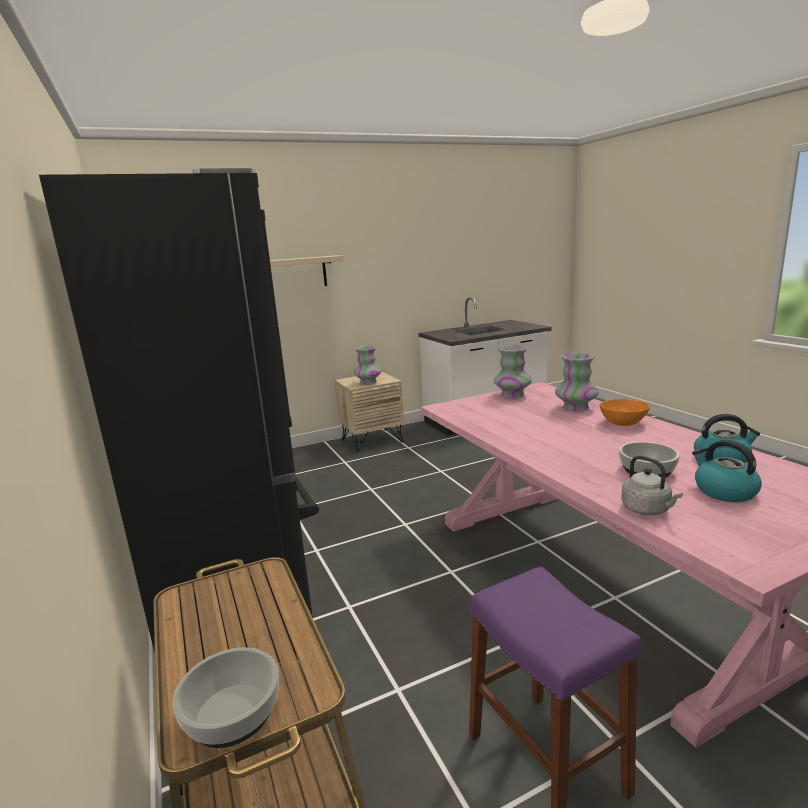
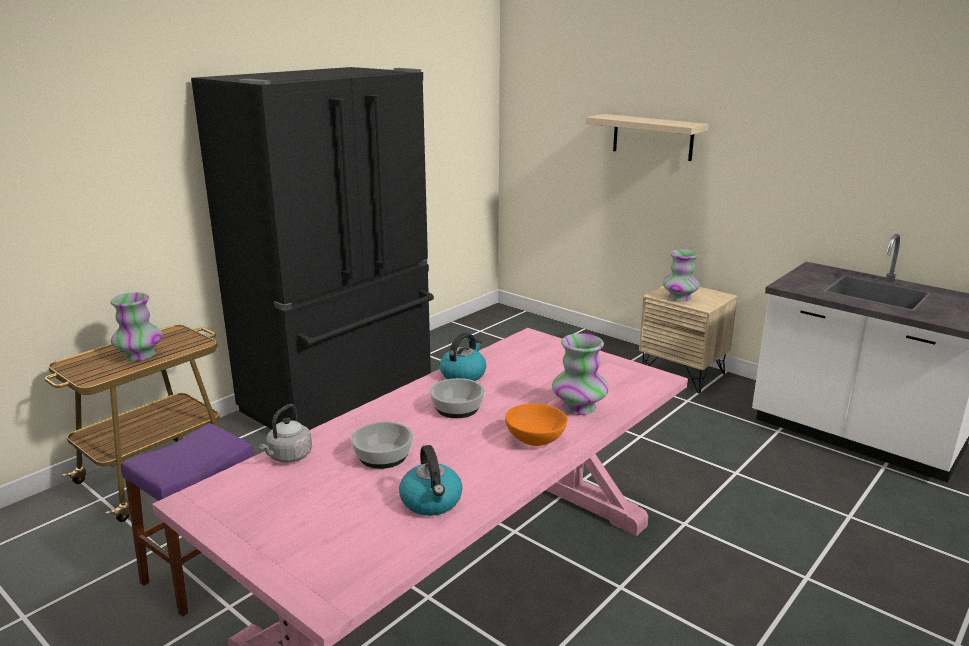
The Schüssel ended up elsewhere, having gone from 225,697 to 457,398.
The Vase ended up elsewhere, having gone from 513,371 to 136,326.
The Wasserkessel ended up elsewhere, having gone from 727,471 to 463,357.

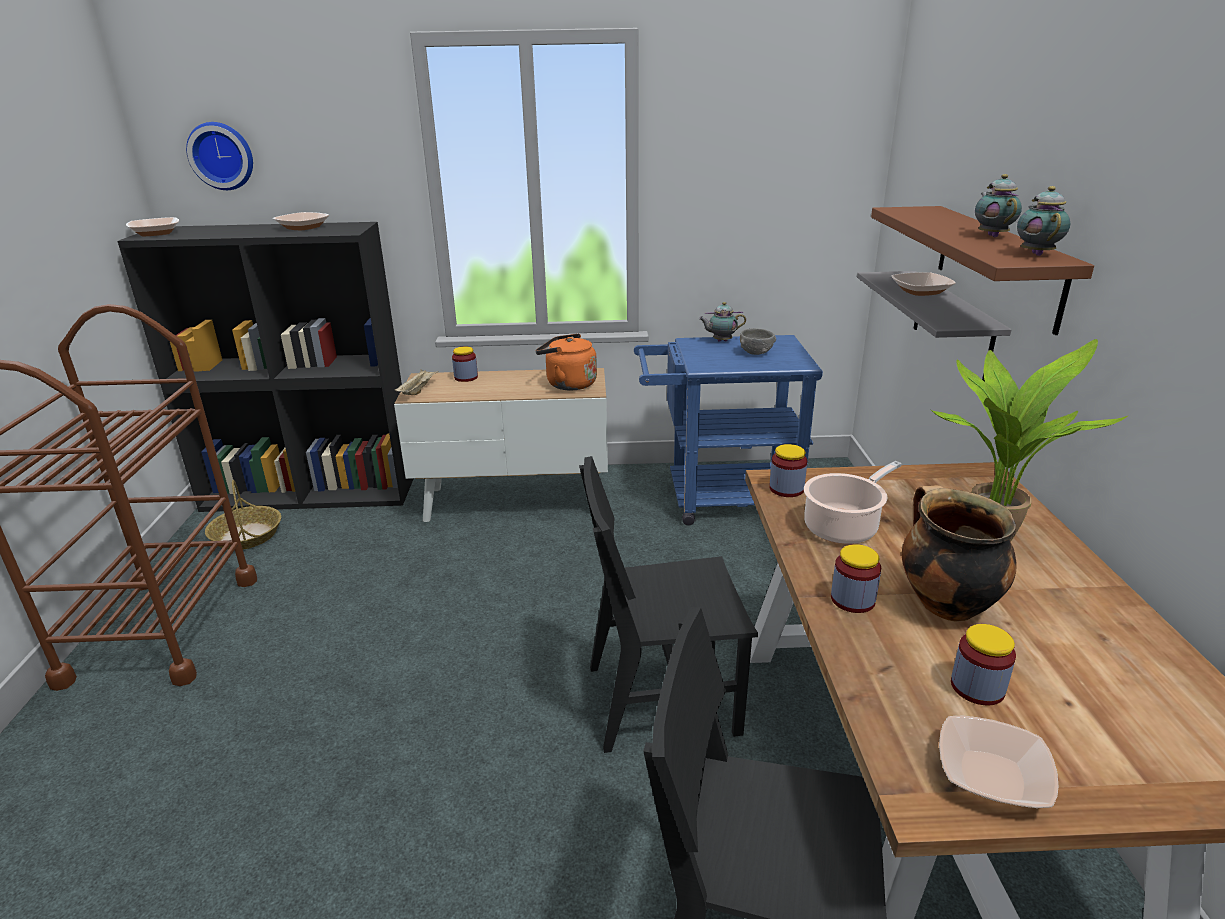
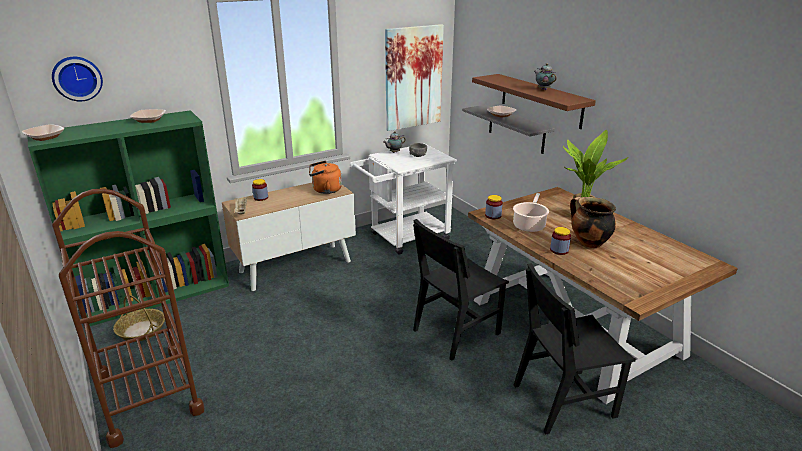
What was the Bücherregal [schwarz] at 265,367 turned into the Bücherregal [grün] at 128,218.
What was the Rollwagen [blau] at 728,430 turned into the Rollwagen [weiß] at 403,199.
The second view lost the Schüssel at 998,761.
The second view lost the Vorratsglas at 983,665.
The second view lost the Teekanne at 1043,221.
The second view gained the Bild at 414,77.

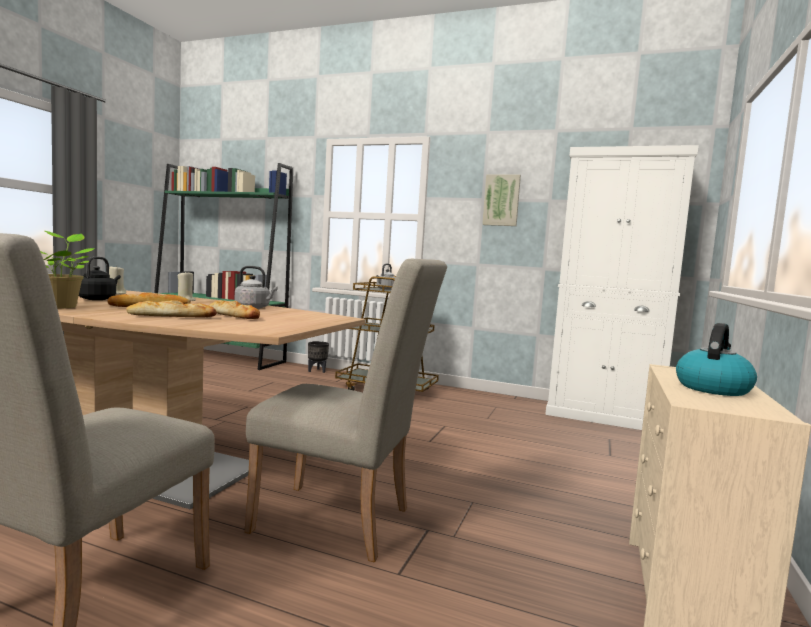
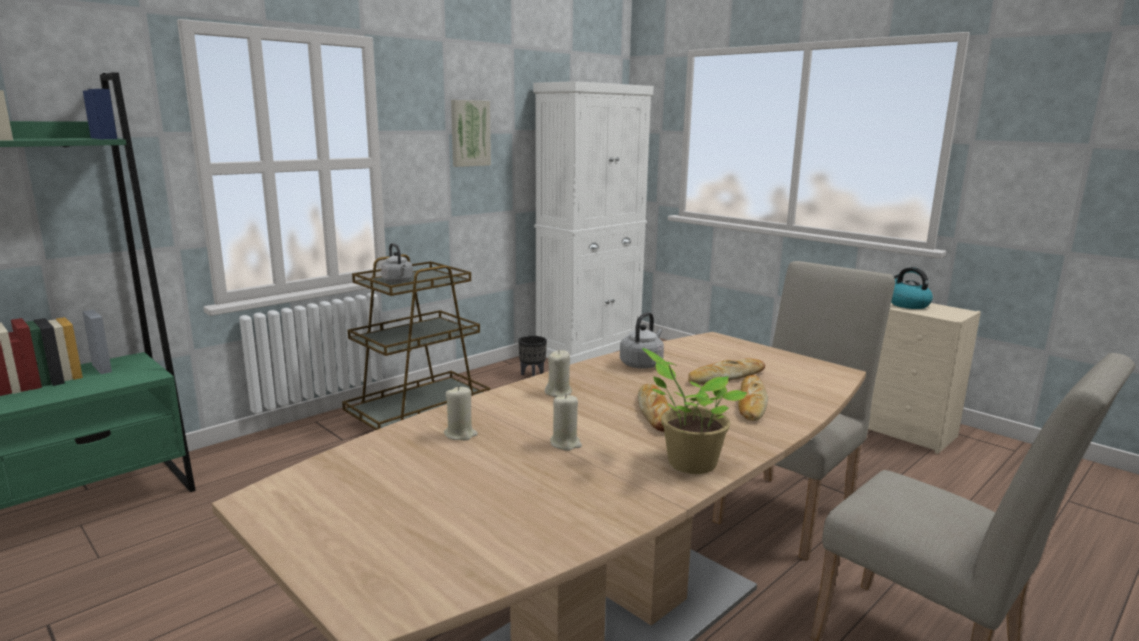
Where the Wasserkessel [schwarz] stood at 100,278, the Kerze [beige] came to stand at 566,422.
The Pflanzkübel [schwarz] ended up elsewhere, having gone from 318,357 to 532,356.

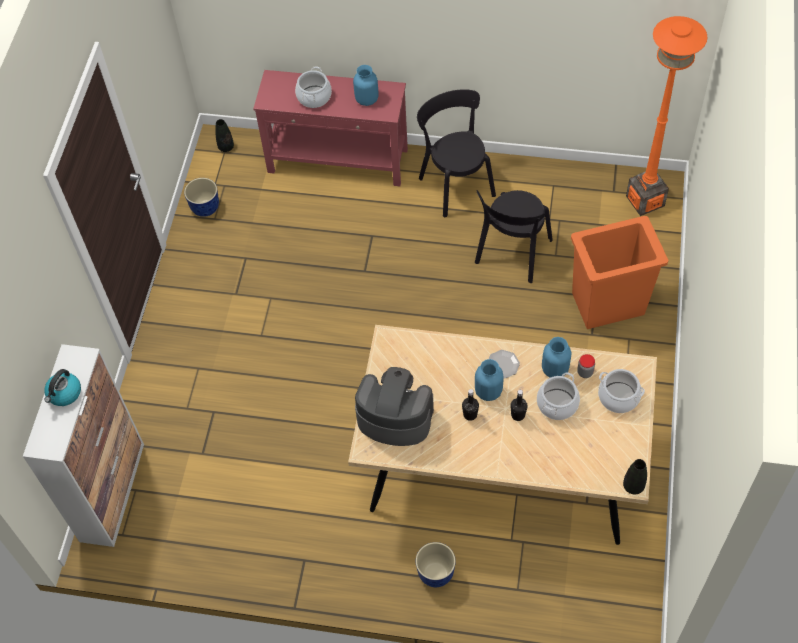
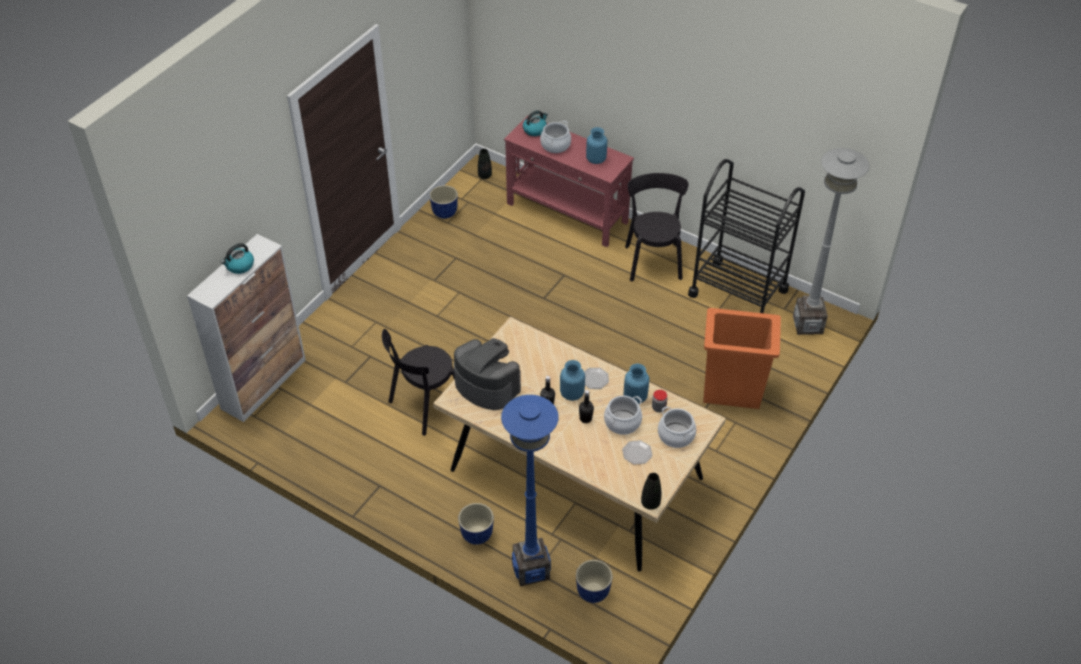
The Stuhl [schwarz] ended up elsewhere, having gone from 514,236 to 418,382.
What was the Stehlampe [orange] at 666,116 turned into the Stehlampe [grau] at 831,241.
The second view gained the Stehlampe [blau] at 530,490.
The second view gained the Wasserkessel at 535,123.
The second view gained the Pflanzkübel at 594,581.
The second view gained the Teller at 637,452.
The second view gained the Rollwagen [schwarz] at 746,236.

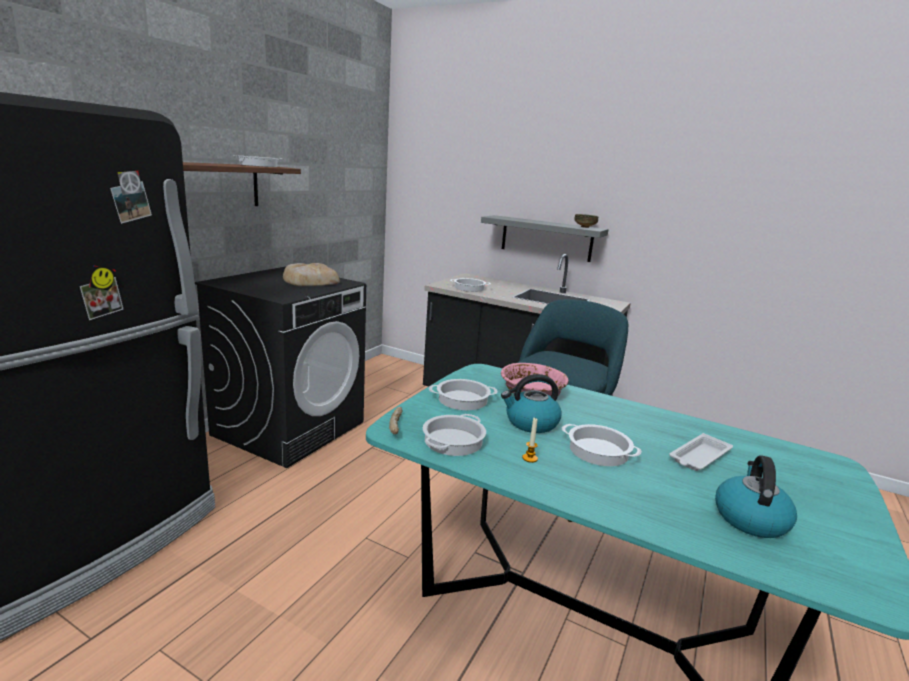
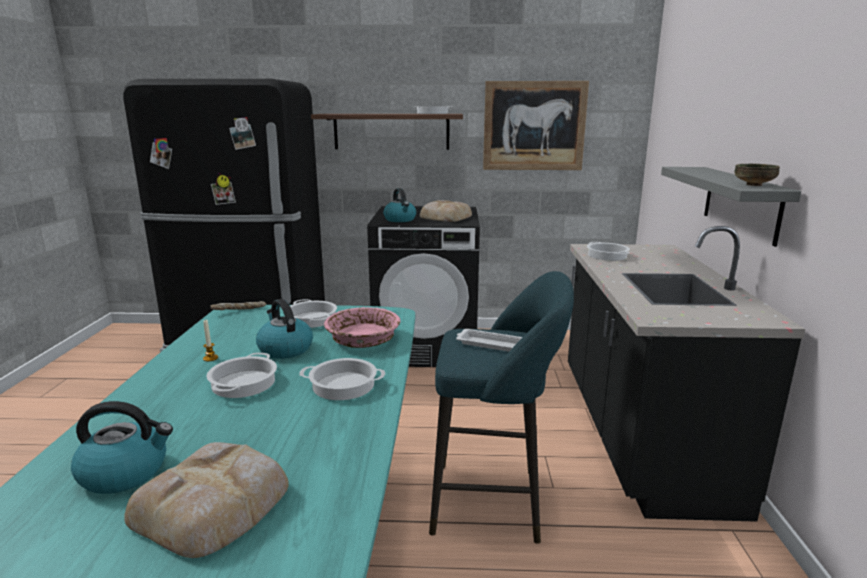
The Kochtopf ended up elsewhere, having gone from 454,435 to 342,379.
The Tablett [weiß] ended up elsewhere, having gone from 701,452 to 489,340.
The second view gained the Brot at 206,500.
The second view gained the Wasserkessel at 399,205.
The second view gained the Bild at 536,125.

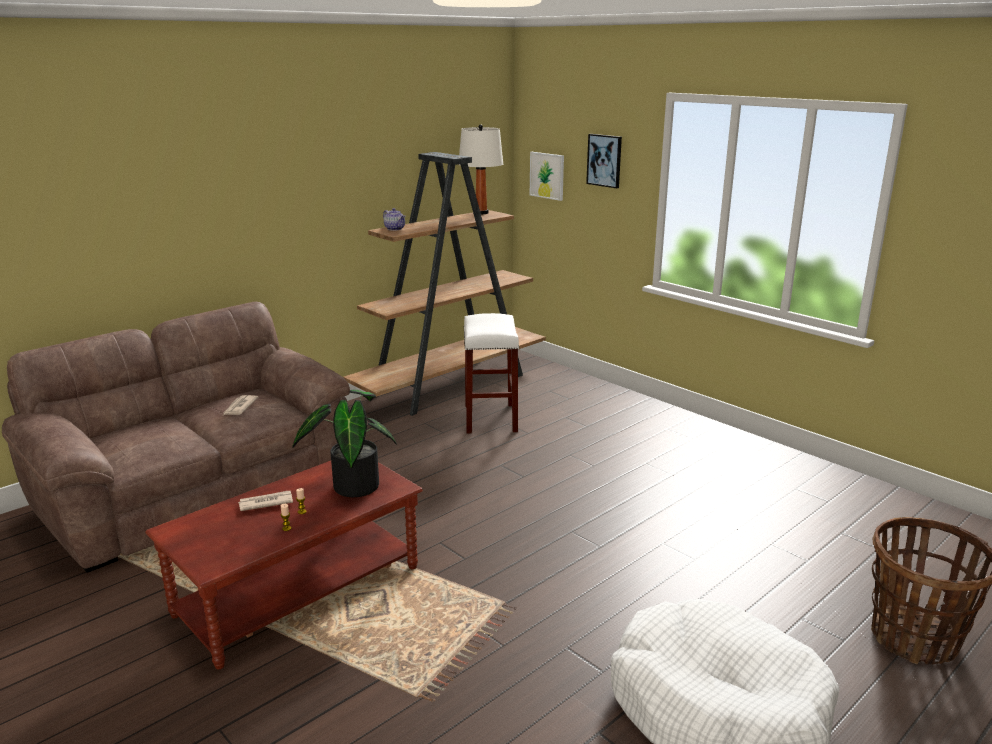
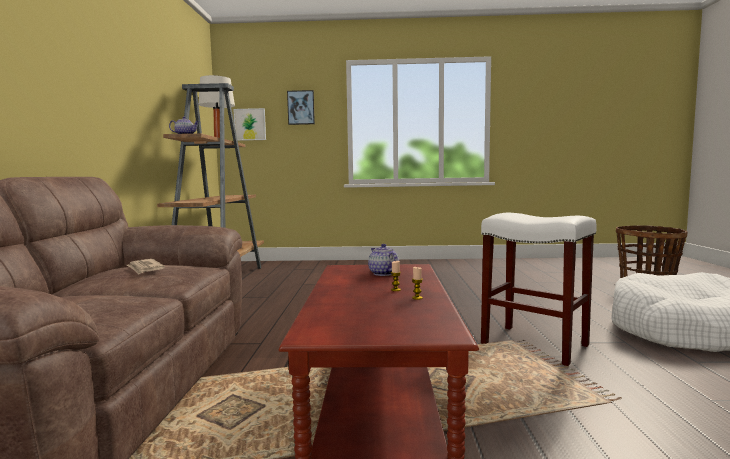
The second view lost the Zeitung at 265,501.
Where the Topfpflanze stood at 344,443, the Teekanne came to stand at 383,260.
The Hocker [weiß] ended up elsewhere, having gone from 492,373 to 539,289.

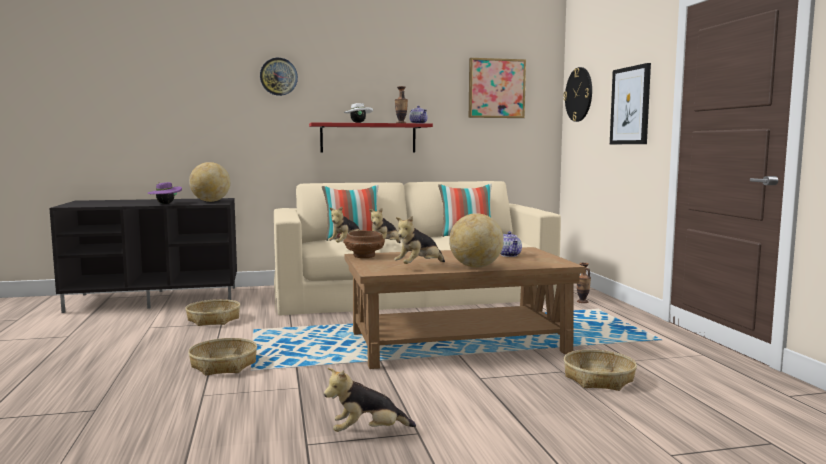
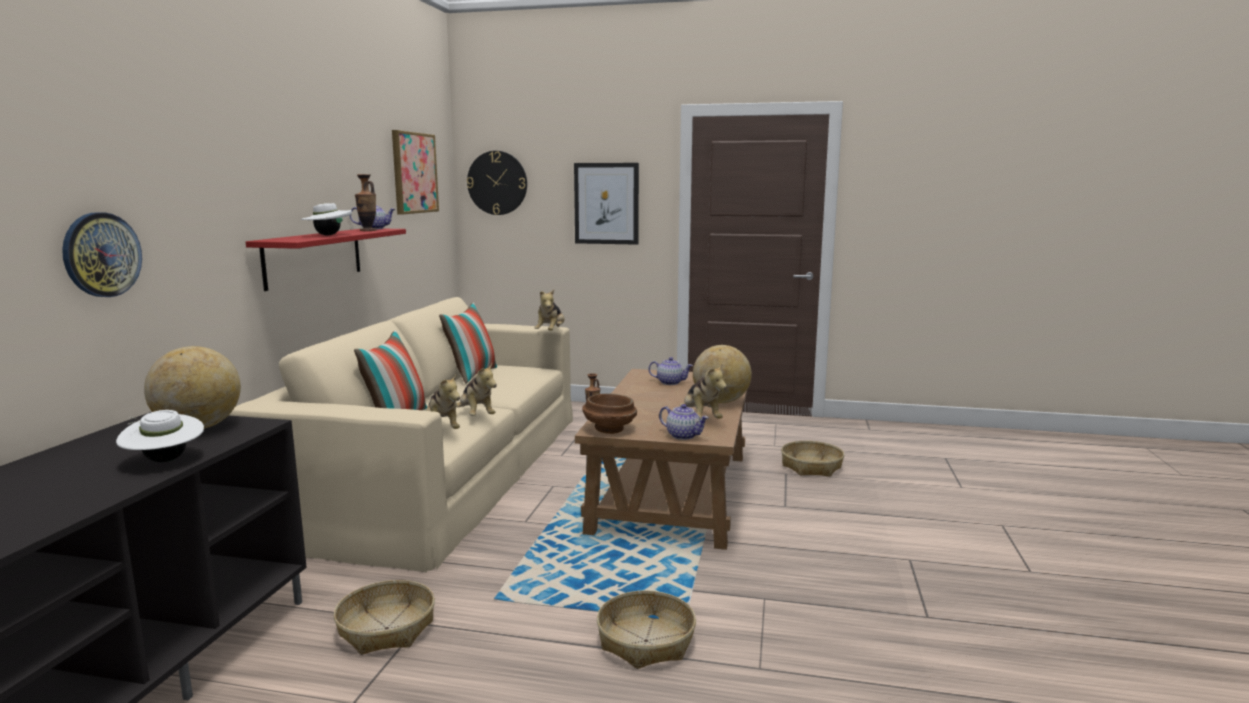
What was the Hut [lila] at 164,193 turned into the Hut [weiß] at 160,436.
The Wanduhr ended up elsewhere, having gone from 279,77 to 102,254.
The Plüschtier ended up elsewhere, having gone from 370,400 to 549,310.
The second view gained the Teekanne at 684,422.

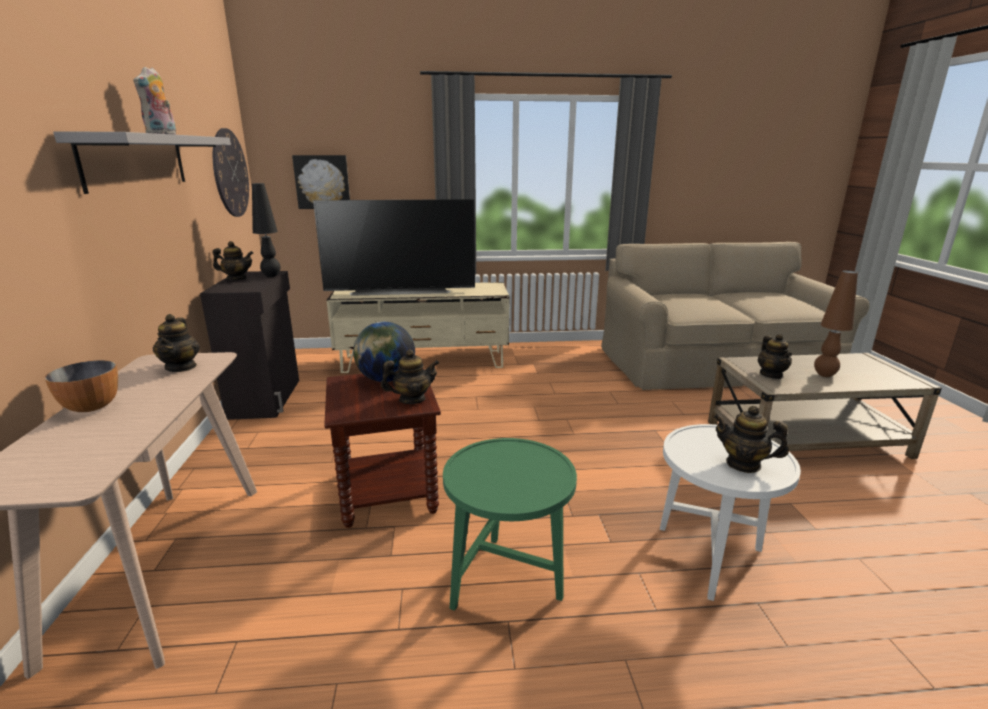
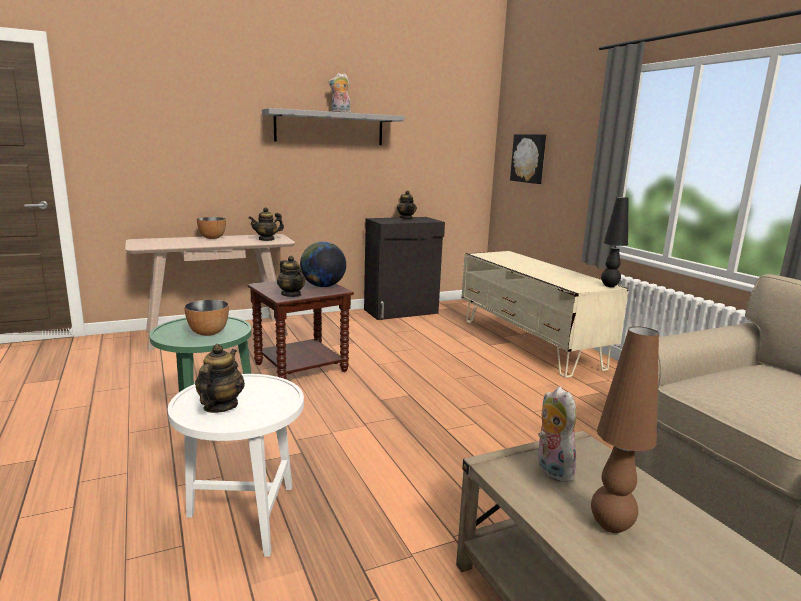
The second view lost the Wanduhr at 231,172.
The Tischlampe [schwarz] ended up elsewhere, having gone from 266,230 to 614,242.
The second view lost the Fernseher at 394,247.
Where the Teekanne stood at 775,356, the Plüschtier came to stand at 558,434.
The second view gained the Schüssel at 206,318.

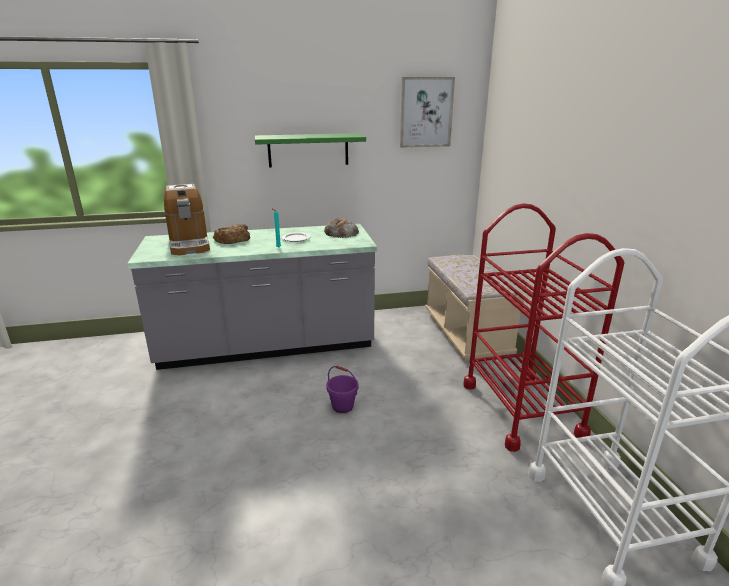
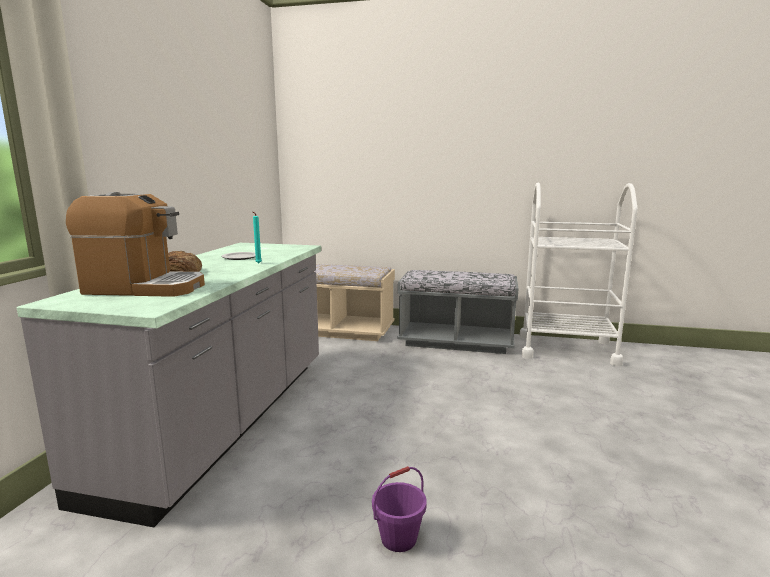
The second view lost the Wandregal [grün] at 310,150.
The second view lost the Brot at 341,228.
The Eimer [lila] ended up elsewhere, having gone from 342,389 to 399,509.
The second view lost the Bild at 427,112.
Where the Rollwagen [rot] stood at 544,327, the Bank [grau] came to stand at 458,312.

